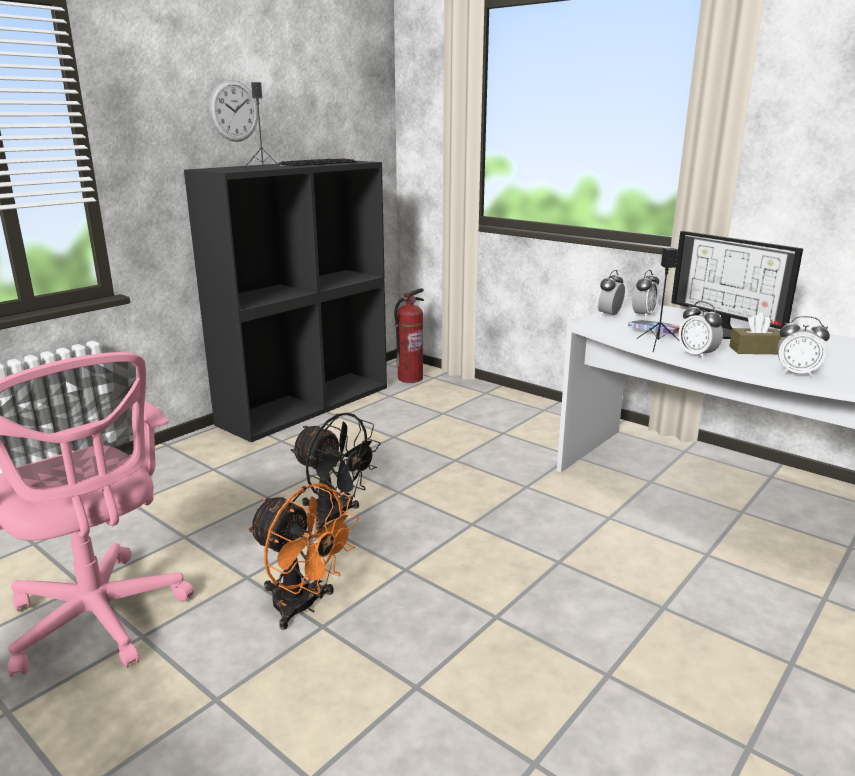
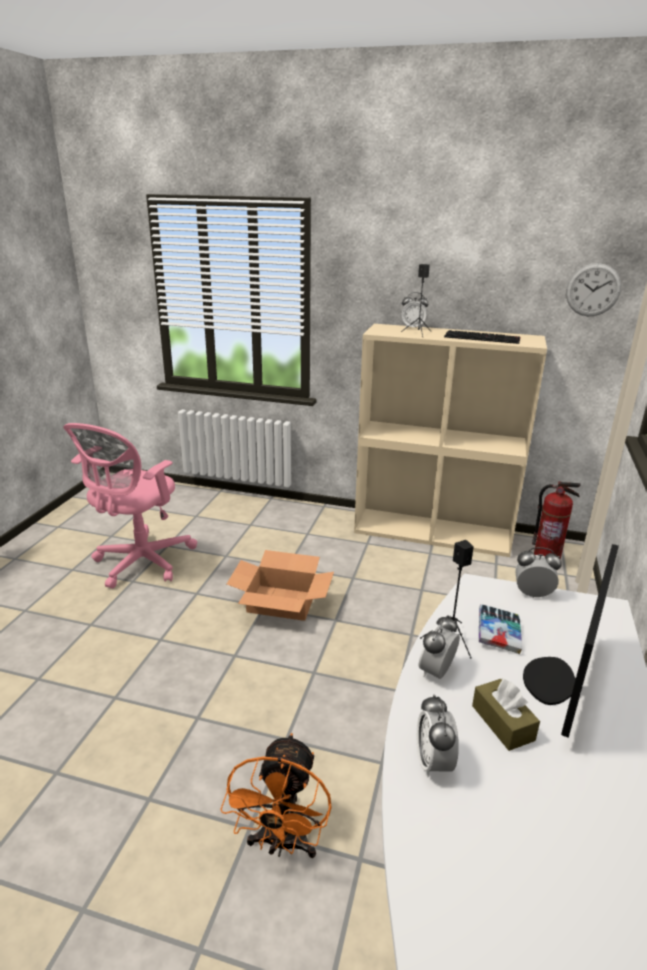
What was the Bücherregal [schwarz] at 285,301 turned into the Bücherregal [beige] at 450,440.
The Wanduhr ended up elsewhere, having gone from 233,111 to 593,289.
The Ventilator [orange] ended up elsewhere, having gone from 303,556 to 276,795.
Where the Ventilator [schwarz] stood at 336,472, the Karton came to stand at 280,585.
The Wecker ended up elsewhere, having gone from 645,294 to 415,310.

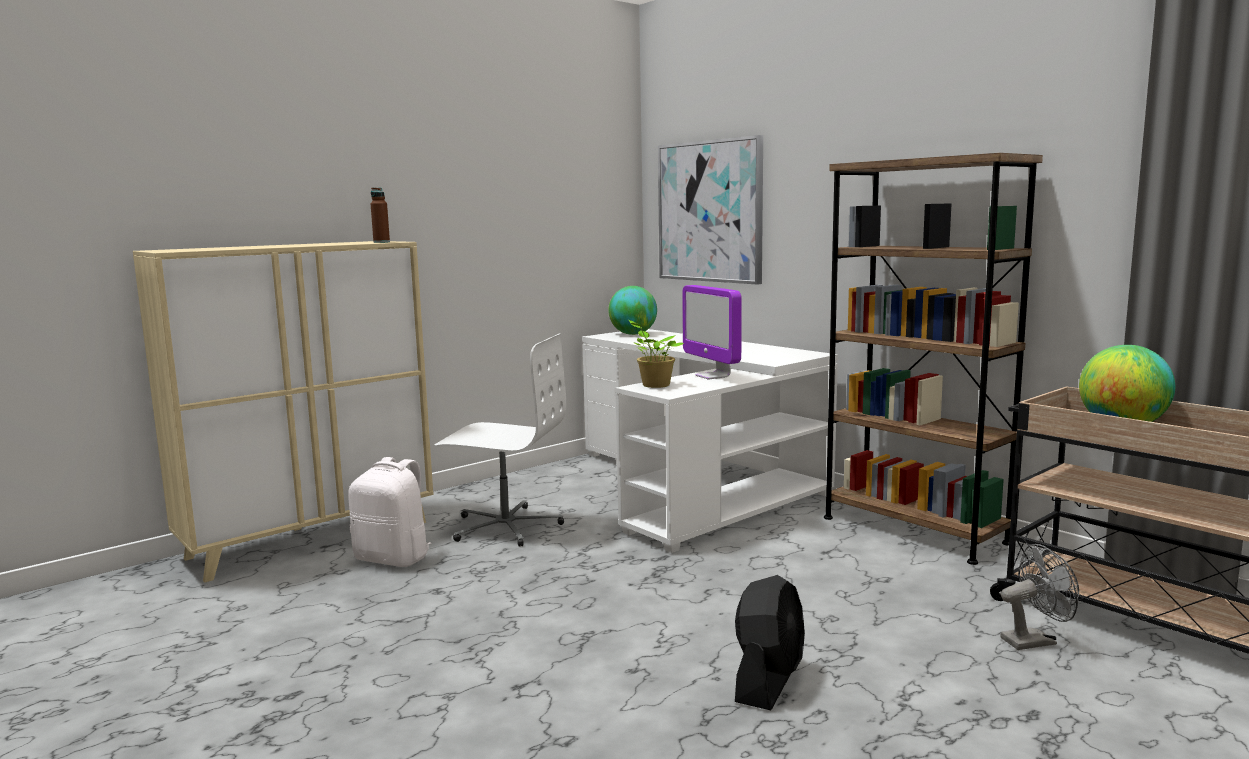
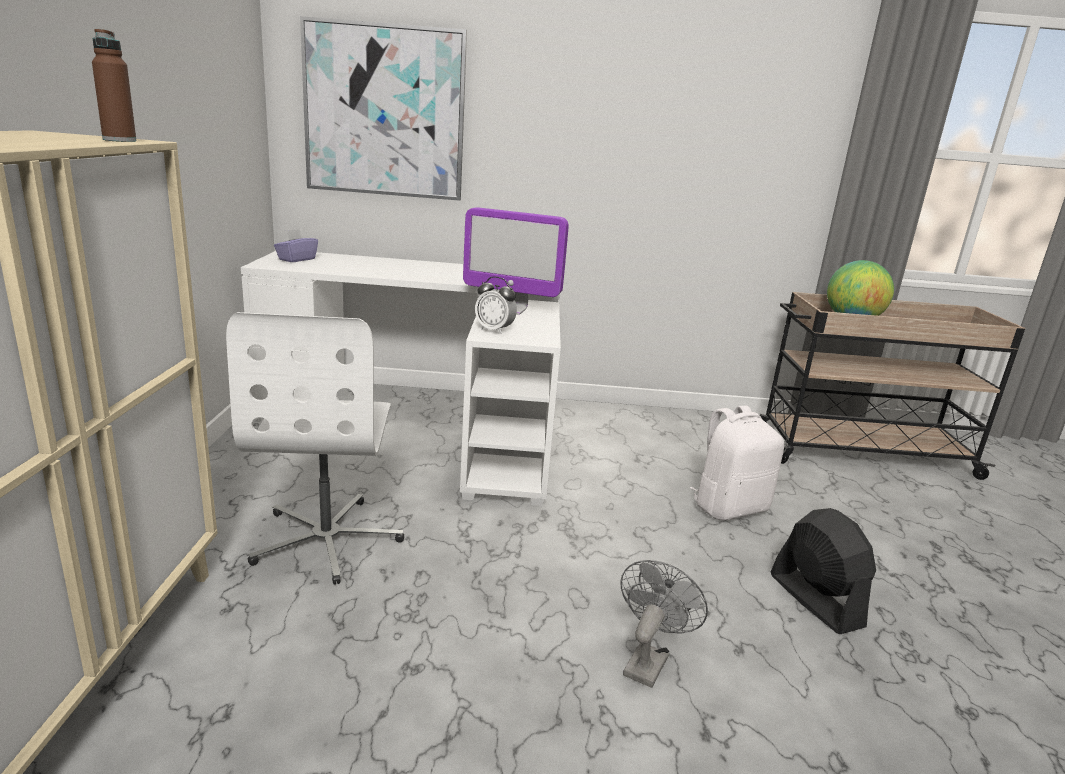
The Rucksack [weiß] ended up elsewhere, having gone from 390,512 to 737,462.
The Bürostuhl [weiß] at 501,440 ended up facing another way, 120 degrees clockwise from before.
Where the Globus stood at 632,310, the Taschentuchbox [lila] came to stand at 296,245.
Where the Topfpflanze stood at 656,354, the Wecker came to stand at 496,305.
The second view lost the Bücherregal [braun] at 933,359.
The Ventilator [grau] ended up elsewhere, having gone from 1039,597 to 664,624.

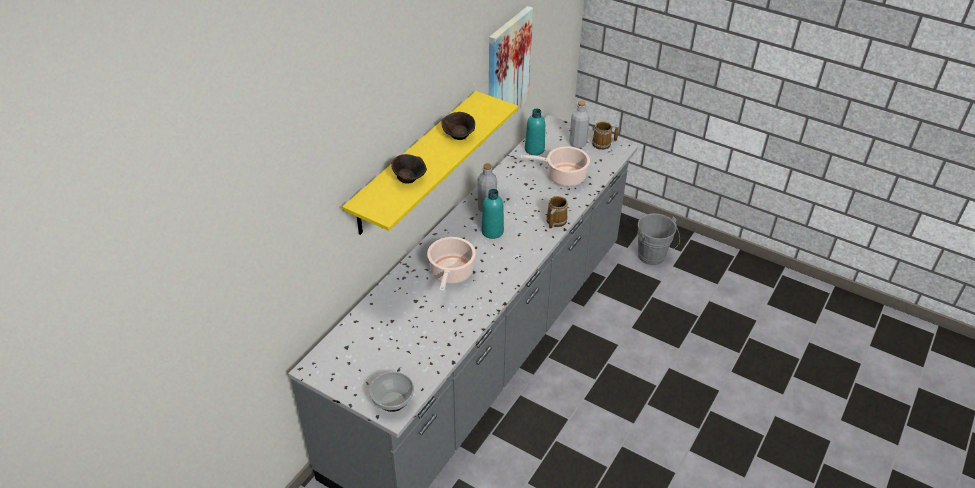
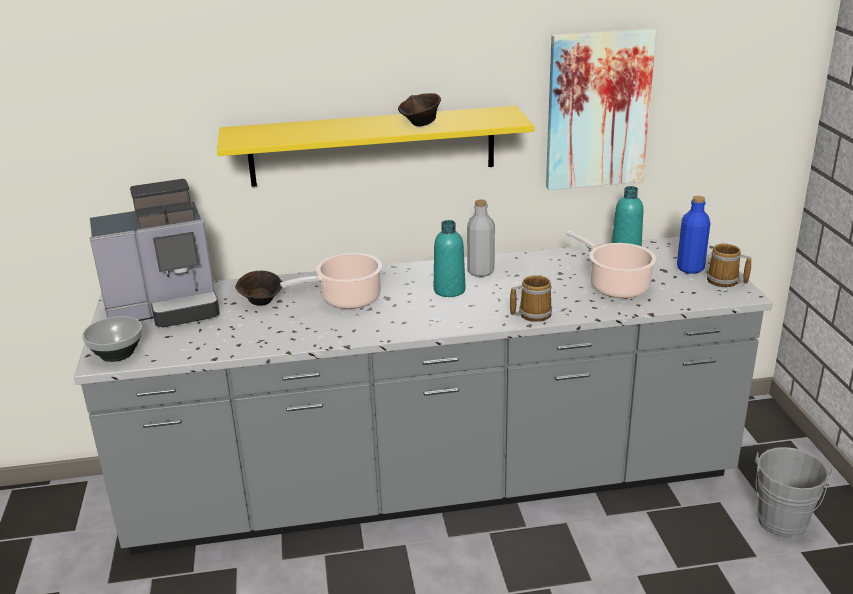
The Schüssel [braun] ended up elsewhere, having gone from 409,168 to 259,288.
What was the Flasche [grau] at 579,124 turned into the Flasche [blau] at 693,235.
The second view gained the Kaffeemaschine at 155,253.

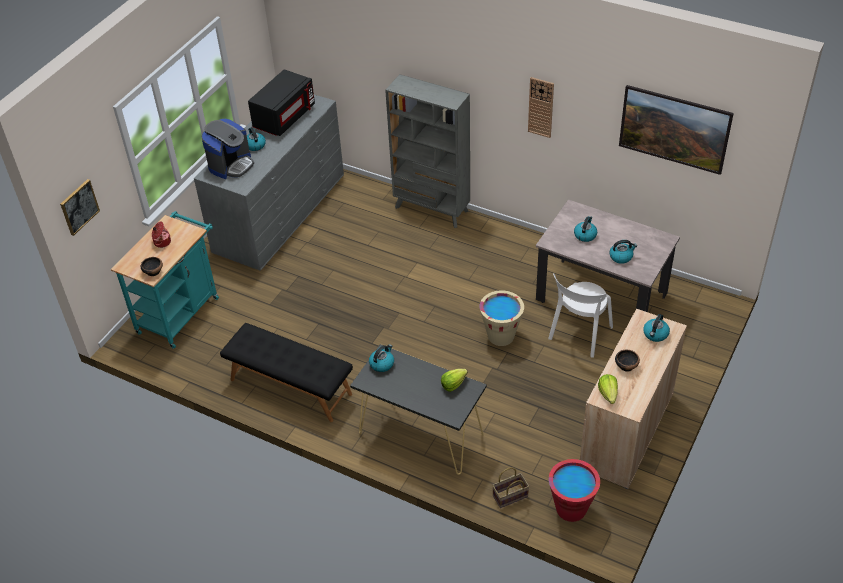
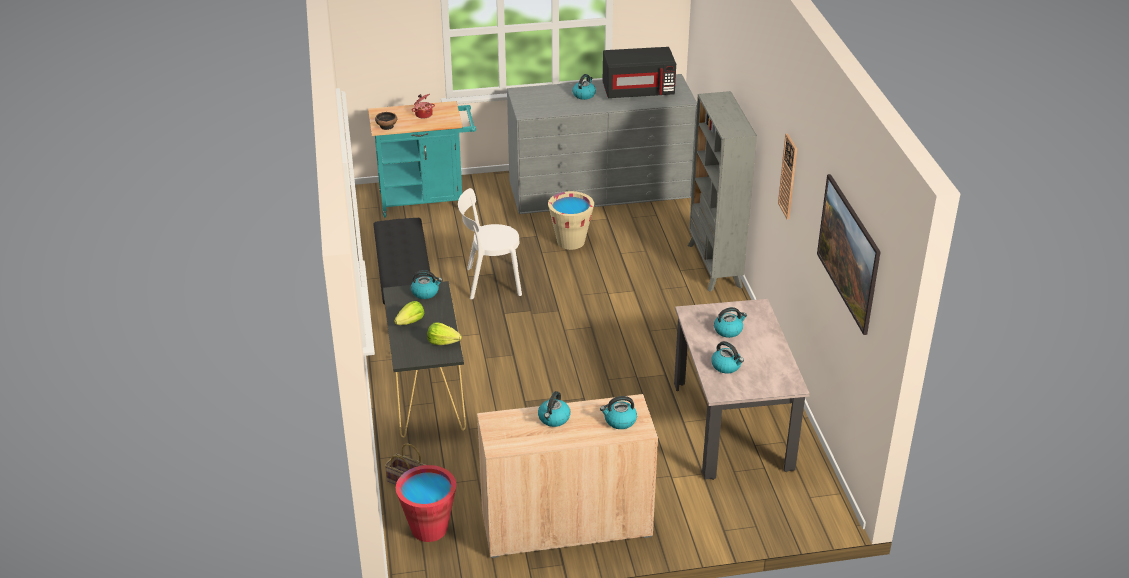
The second view lost the Bild at 80,207.
The second view lost the Kaffeemaschine at 228,149.
The Eimer [beige] ended up elsewhere, having gone from 501,318 to 571,220.
The Stuhl [weiß] ended up elsewhere, having gone from 580,315 to 490,243.
The Salatkopf ended up elsewhere, having gone from 608,389 to 409,313.
Where the Schüssel stood at 627,361, the Wasserkessel came to stand at 554,409.

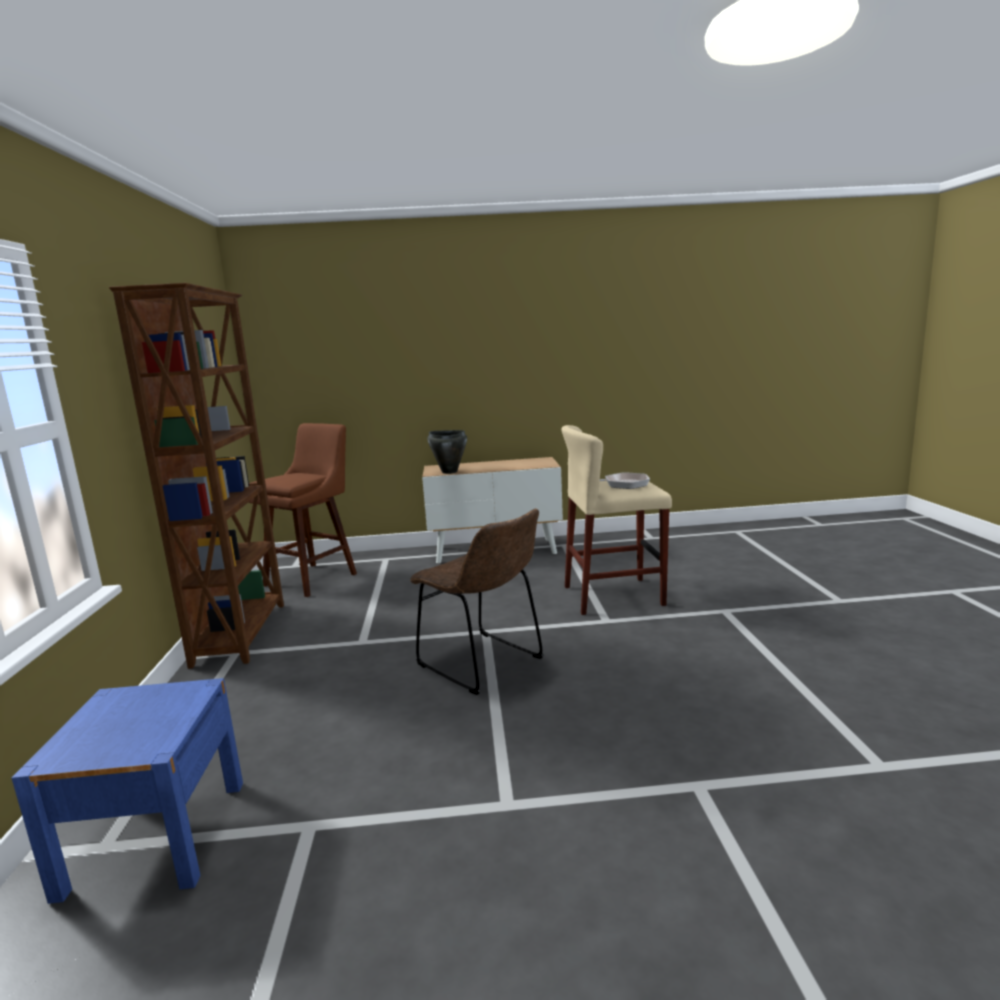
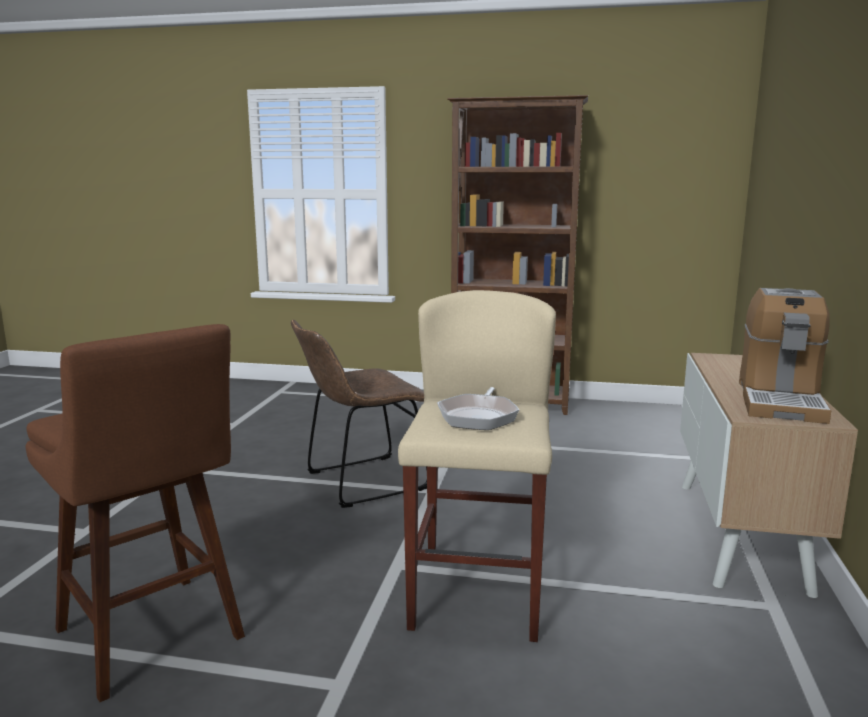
The second view lost the Nachttisch [blau] at 127,791.
The Hocker [braun] ended up elsewhere, having gone from 302,510 to 135,513.
The second view lost the Kochtopf [schwarz] at 447,452.
The second view gained the Kaffeemaschine at 785,356.

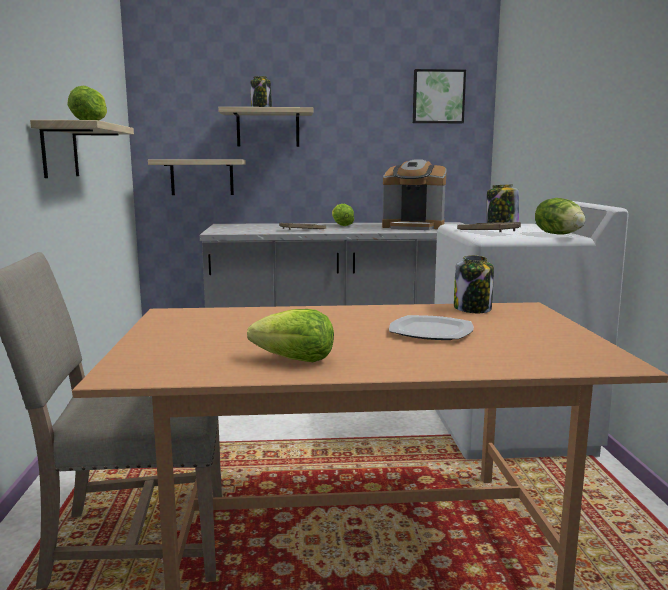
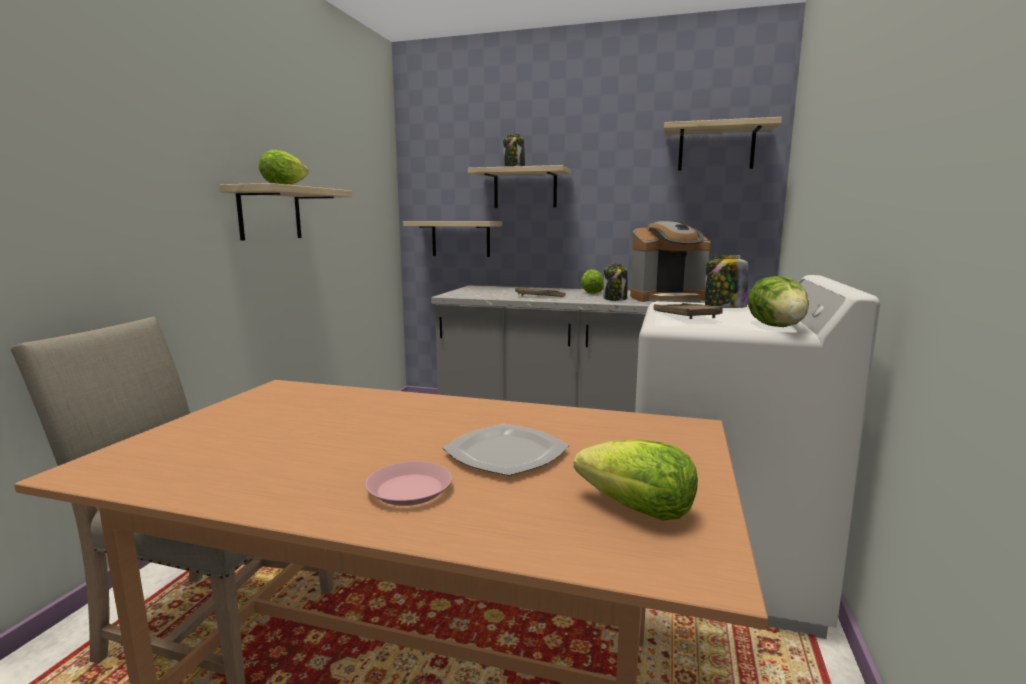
The Salatkopf ended up elsewhere, having gone from 290,335 to 636,480.
The Kaffeemaschine at 414,194 ended up facing another way, 45 degrees counterclockwise from before.
Where the Bild hung at 439,96, the Wandregal came to hang at 723,144.
The Vorratsglas ended up elsewhere, having gone from 474,284 to 615,282.
The second view gained the Teller [rosa] at 408,483.

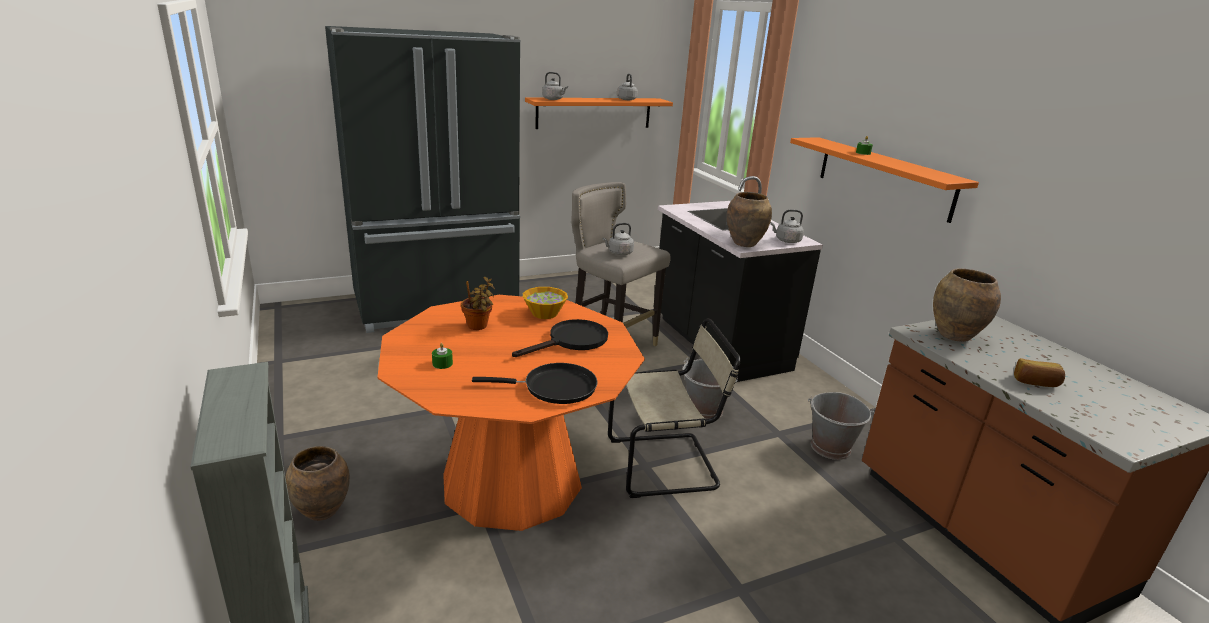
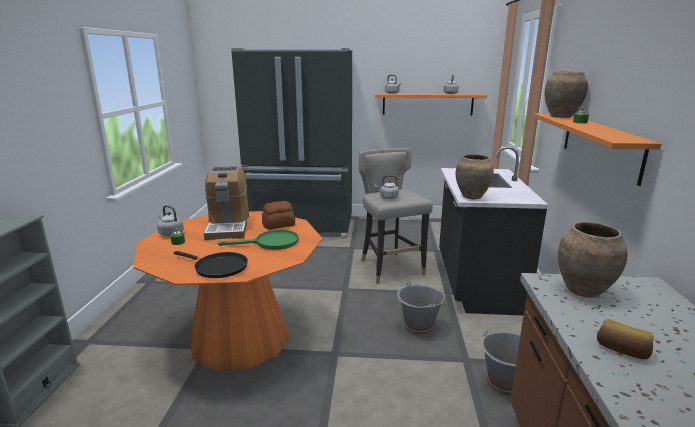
The Vase [braun] ended up elsewhere, having gone from 317,483 to 566,94.
Where the Topfpflanze stood at 478,303, the Kaffeemaschine came to stand at 226,203.
What was the Pfanne [schwarz] at 560,338 turned into the Pfanne [grün] at 258,240.
Where the Schüssel stood at 545,303, the Brot came to stand at 278,215.
The second view lost the Stuhl [beige] at 674,408.
The Wasserkessel [grau] ended up elsewhere, having gone from 787,226 to 170,221.

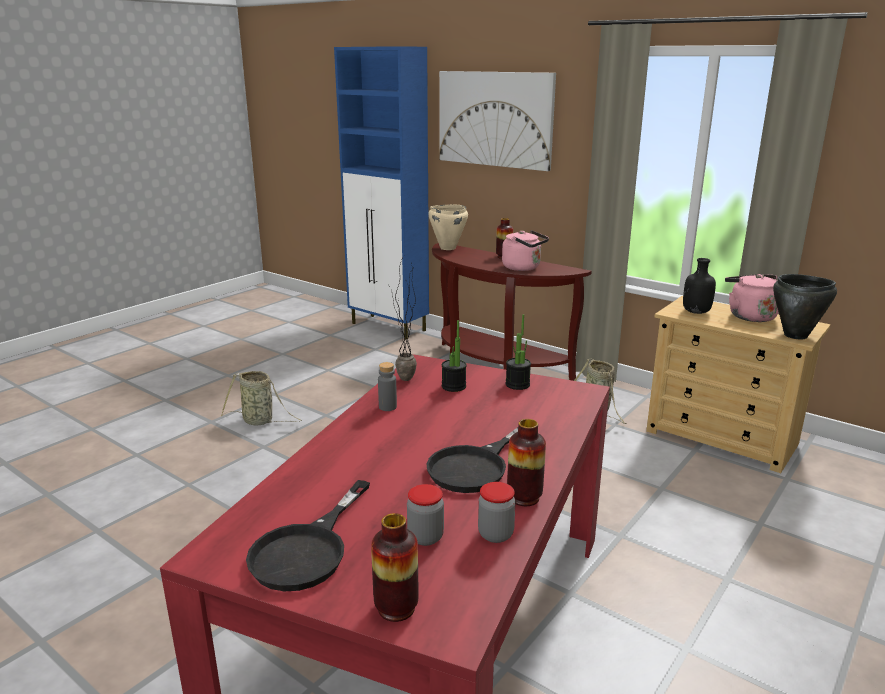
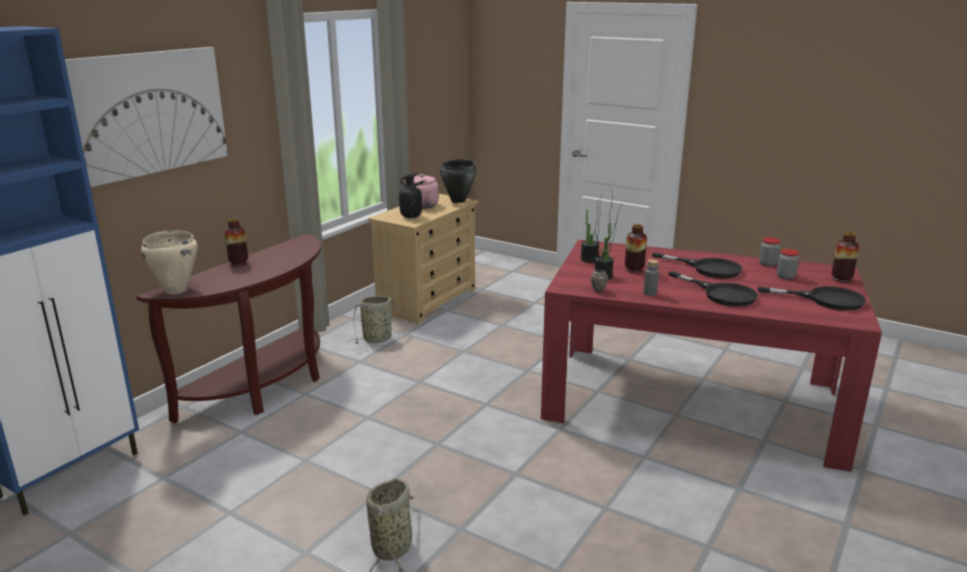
The second view lost the Wasserkessel [rosa] at 525,250.
The Vase ended up elsewhere, having gone from 526,462 to 636,248.
The second view gained the Pfanne [schwarz] at 713,289.

